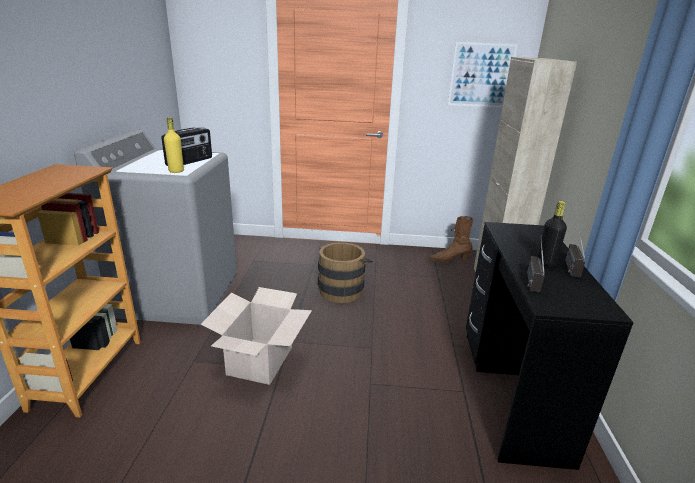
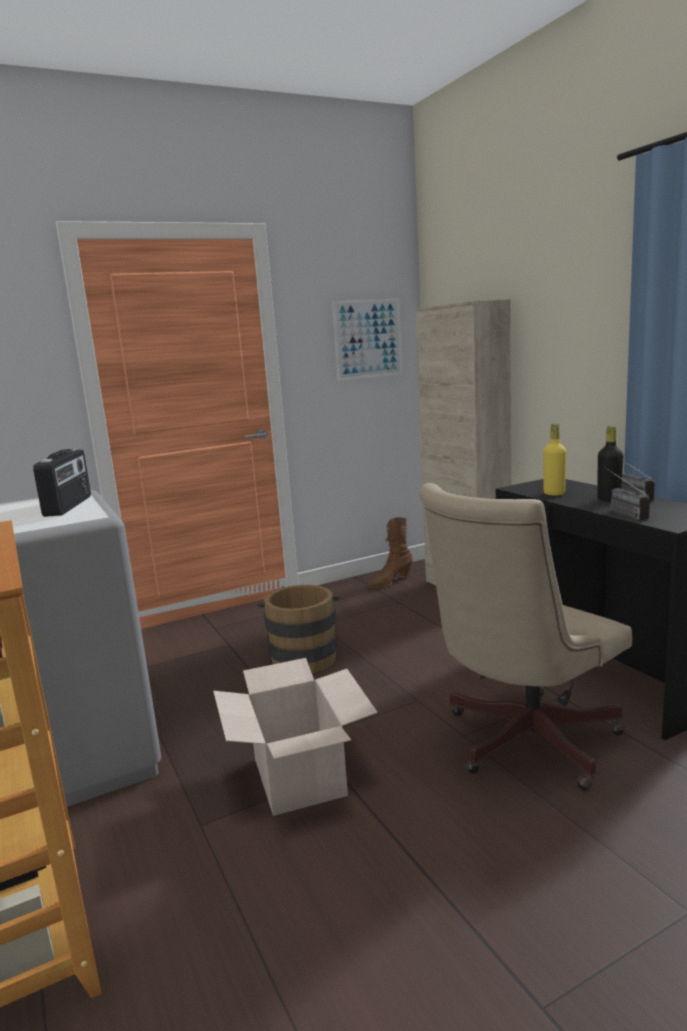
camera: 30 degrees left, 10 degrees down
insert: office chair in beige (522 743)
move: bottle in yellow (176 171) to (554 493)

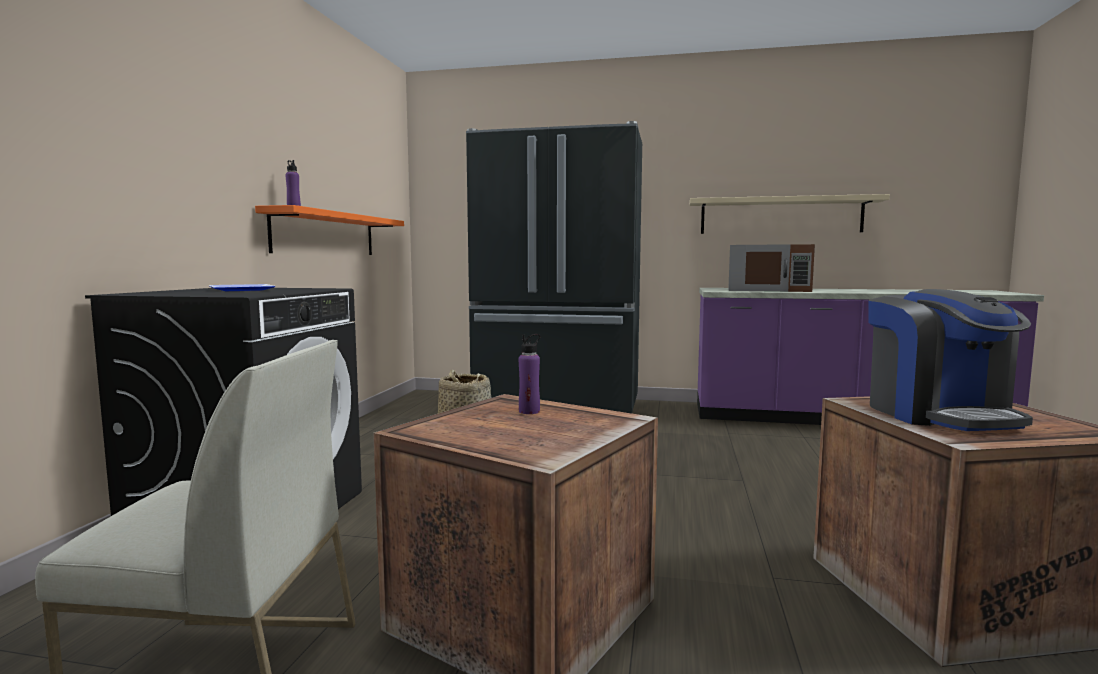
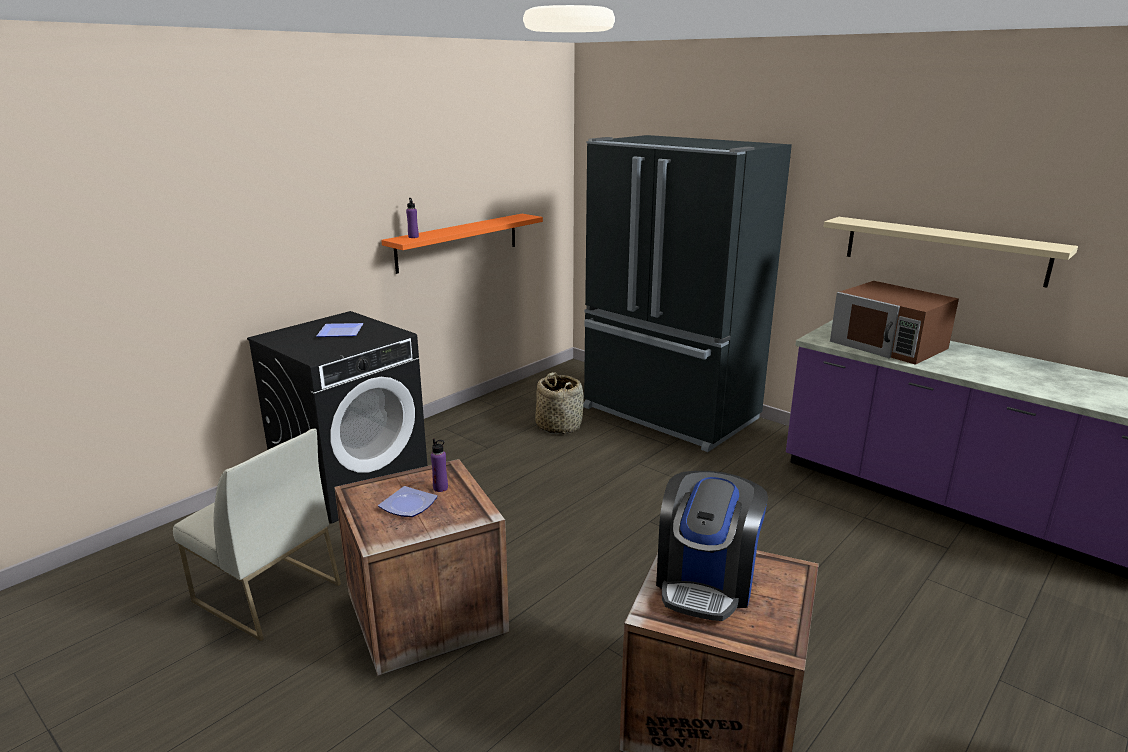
camera: 30 degrees right, 15 degrees up
insert: plate (407 505)

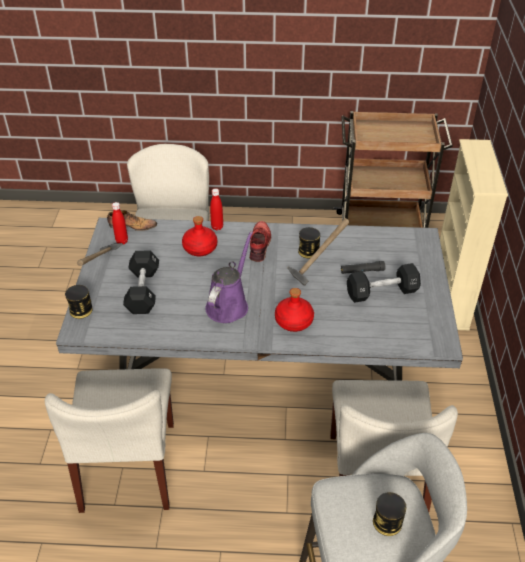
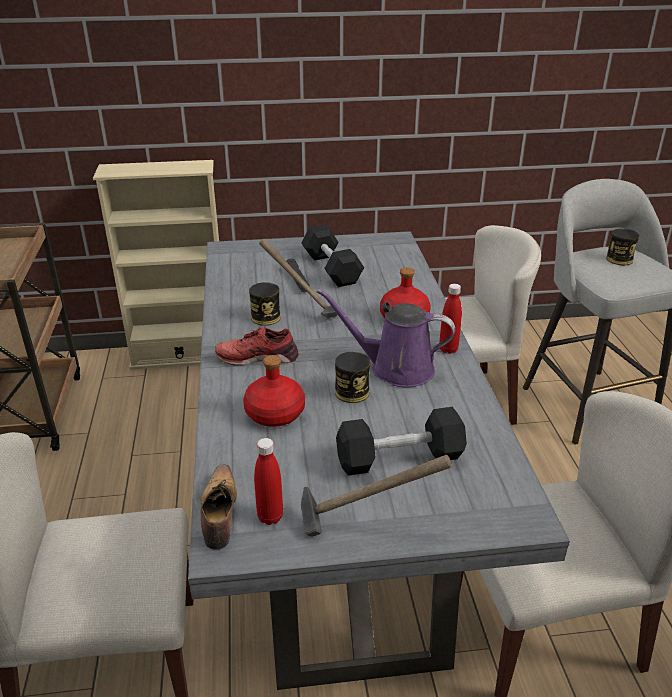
camera: 100 degrees left, 10 degrees down
move: bottle in red (217 227) to (448 349); can (81 310) to (352 392)

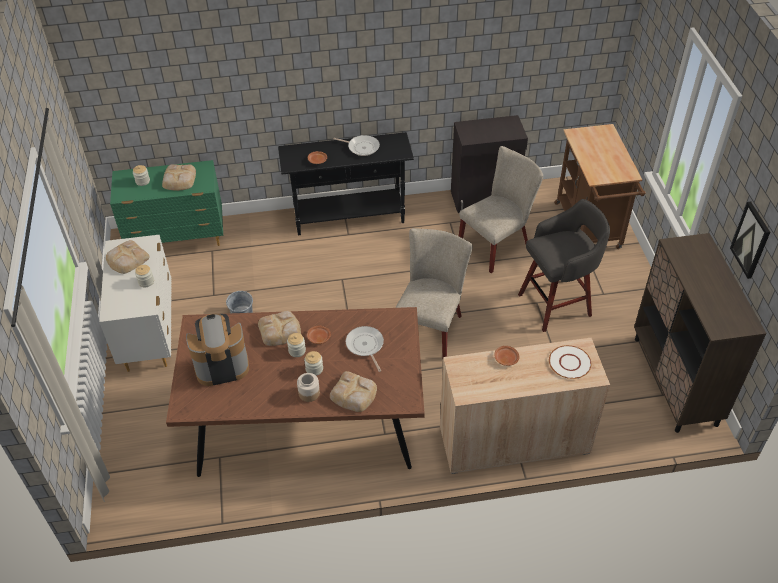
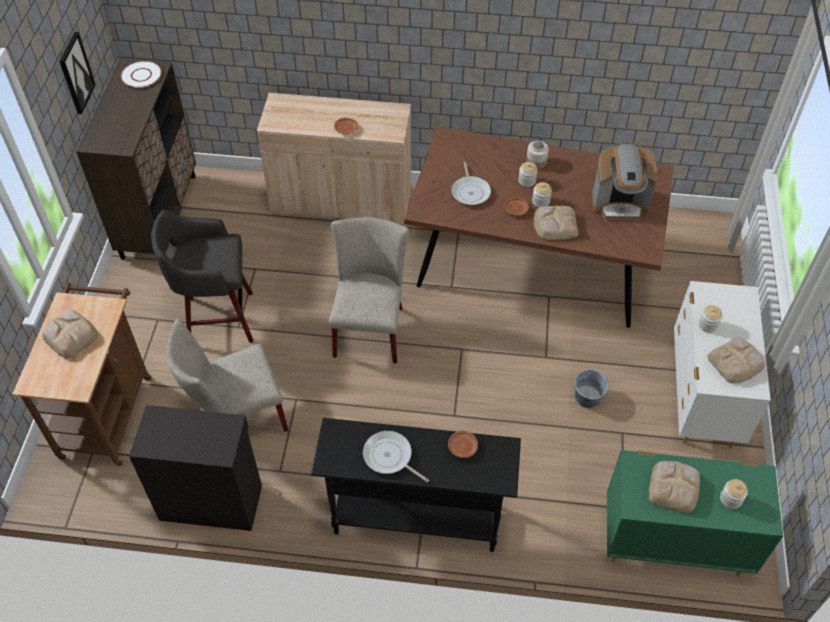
camera: 165 degrees left, 5 degrees up
move: plate in white (570 363) to (141 75); bread (354 394) to (71 335)
rotate: chair in beige (430 326) = (370 327) 150 degrees clockwise

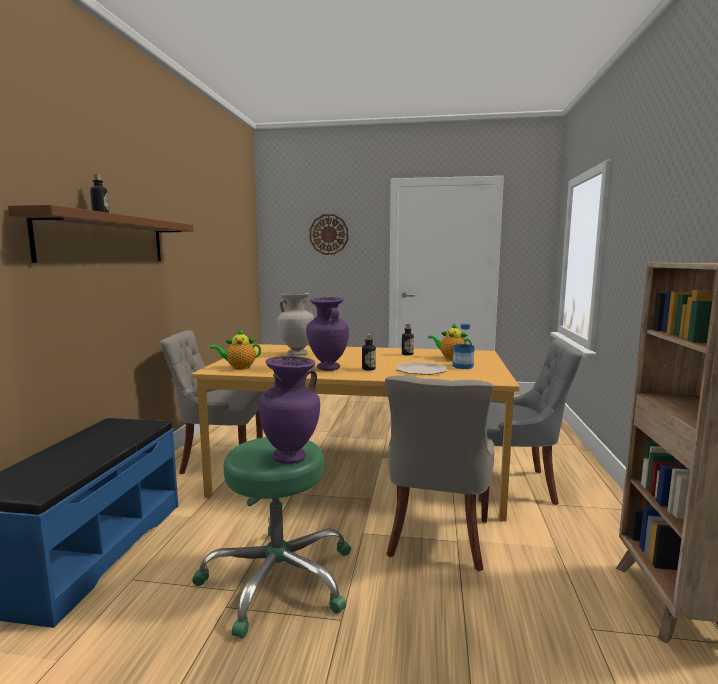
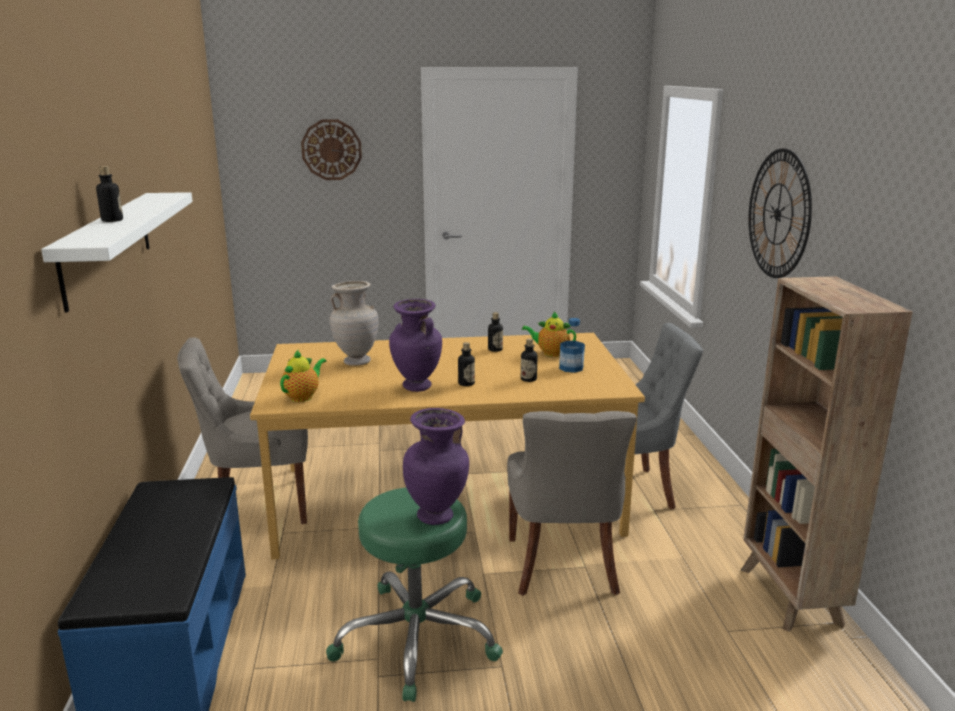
camera: 15 degrees left, 10 degrees up
insert: wall clock (778 214)
replace: plate (421 370) to bottle (528 379)
recolor: shelf in brown (105 239) to shelf in white (107 246)
rotate: teapot (239 367) = (303 396) 150 degrees clockwise

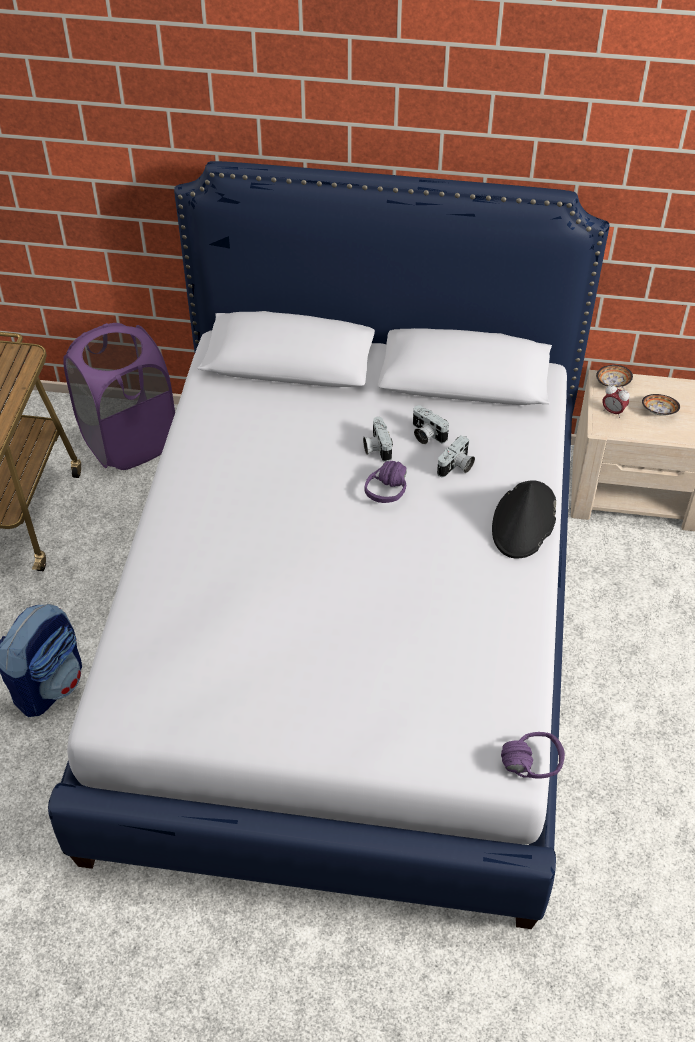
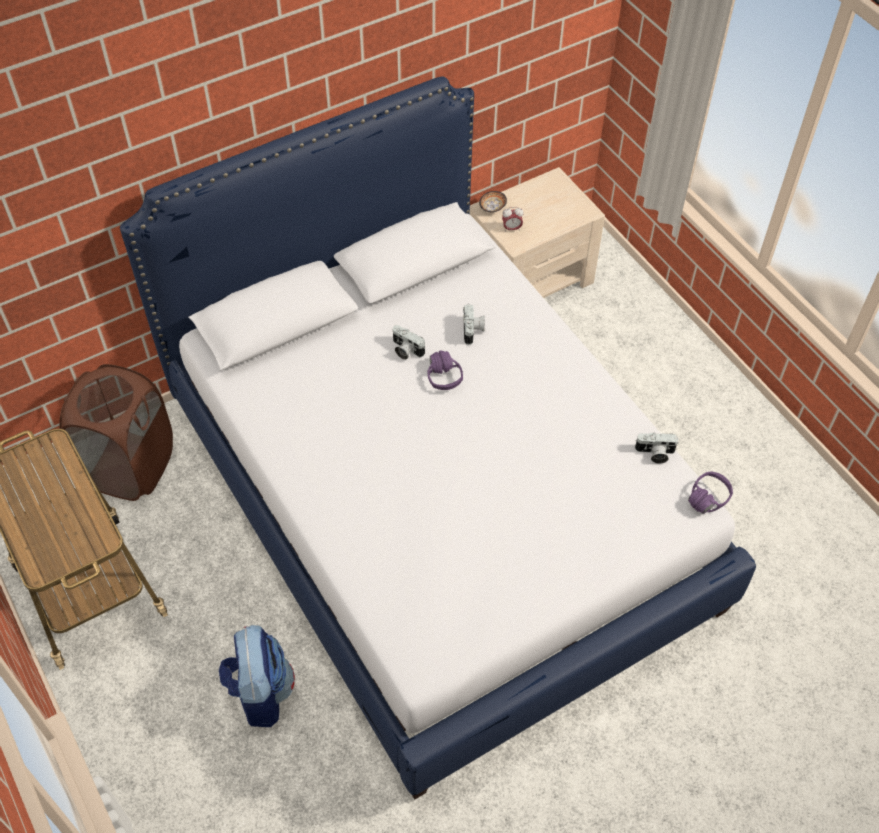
camera: 40 degrees left, 5 degrees up
delete: bowl (659 411); hat in black (524 521)
move: photo camera (426 435) to (655 453)
recolor: laundry basket in purple (129 441) to laundry basket in brown (130 467)

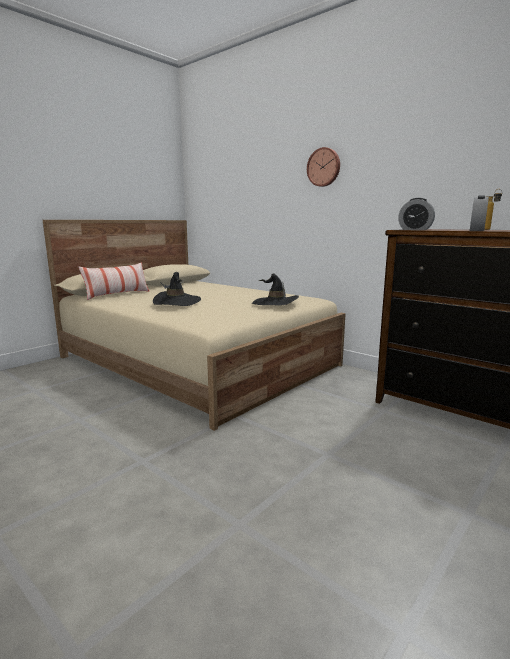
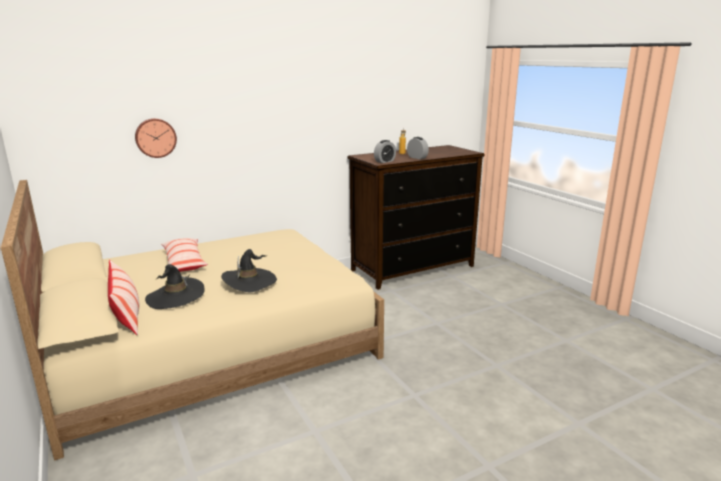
camera: 70 degrees left, 5 degrees up
insert: pillow (184 262)
move: wall clock (324 167) to (155 137); hat in black (275 303) to (175 297)

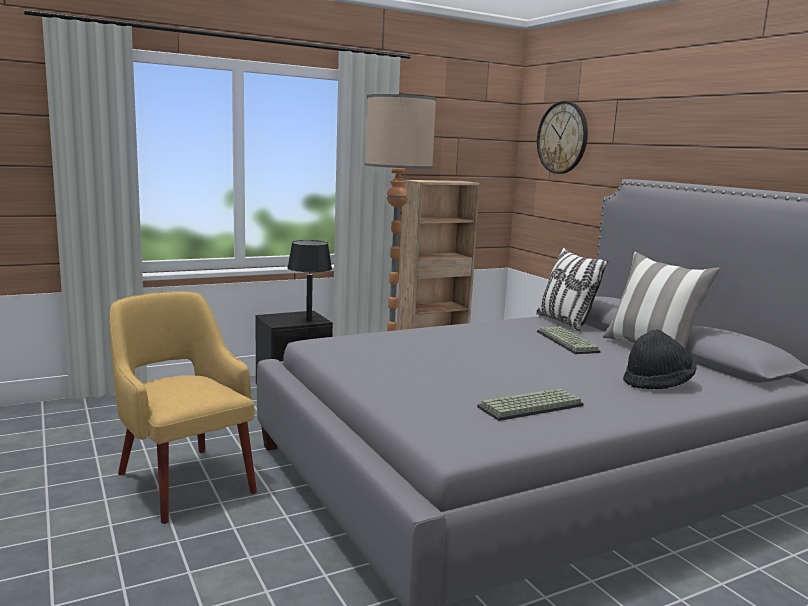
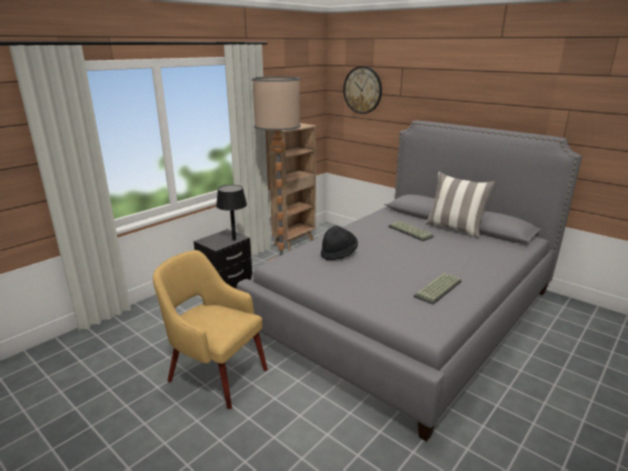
camera: 20 degrees left, 10 degrees up
delete: pillow (564 322)
move: hat in black (657 383) to (339 254)

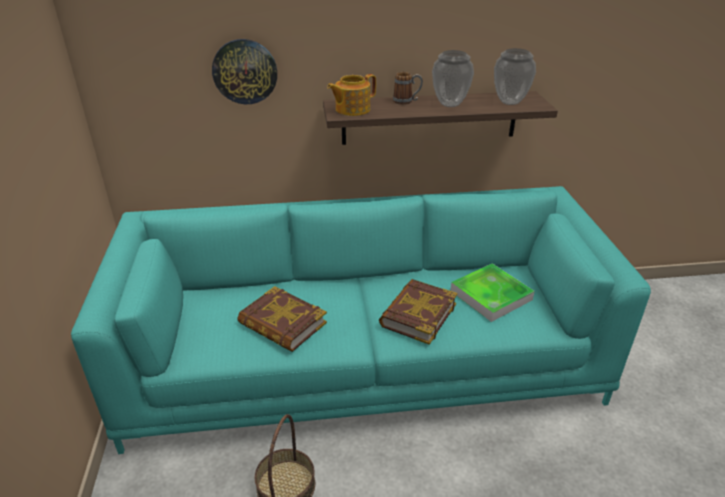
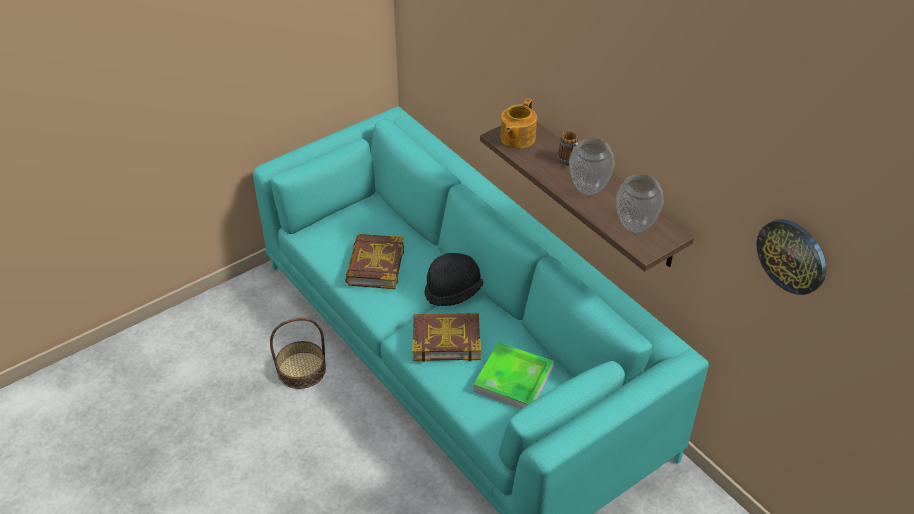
camera: 60 degrees right, 10 degrees up
insert: hat in black (454 290)
move: wall clock (245 71) to (792 256)
rotate: teapot (351 109) = (517 138) 90 degrees counterclockwise

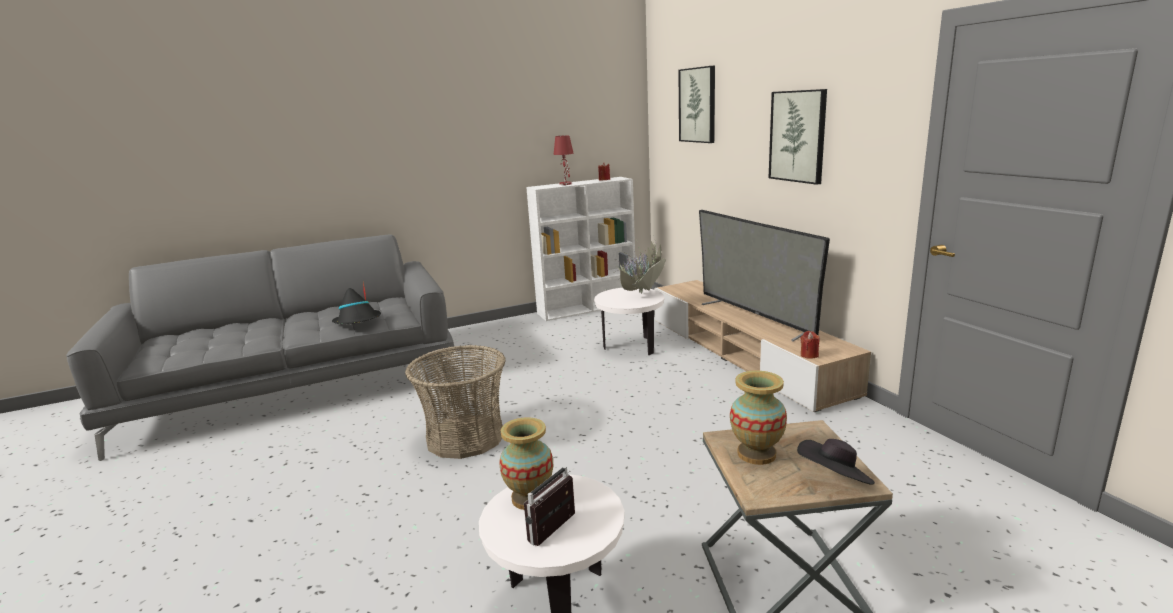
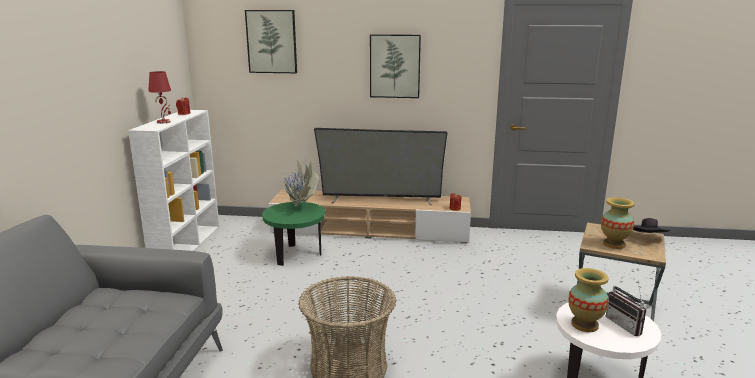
camera: 60 degrees left, 0 degrees up
delete: hat in black (358 321)
recolor: side table in white (630 347) to side table in green (295 256)

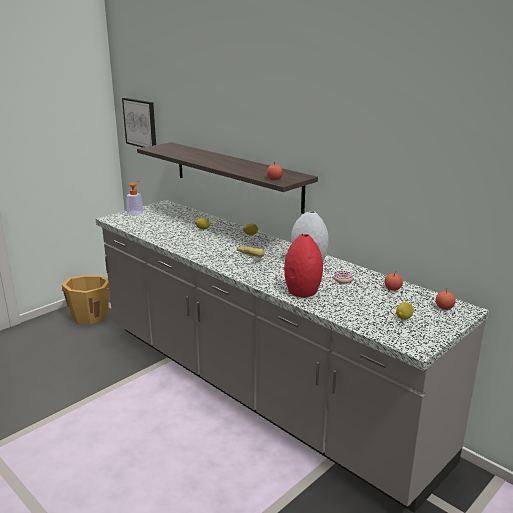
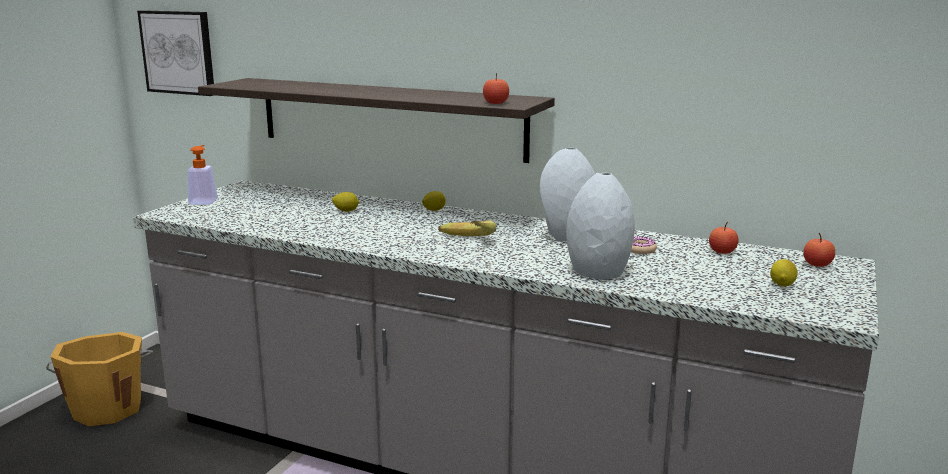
camera: 20 degrees left, 5 degrees down
recolor: vase in red (302 291) to vase in grey (598 272)

